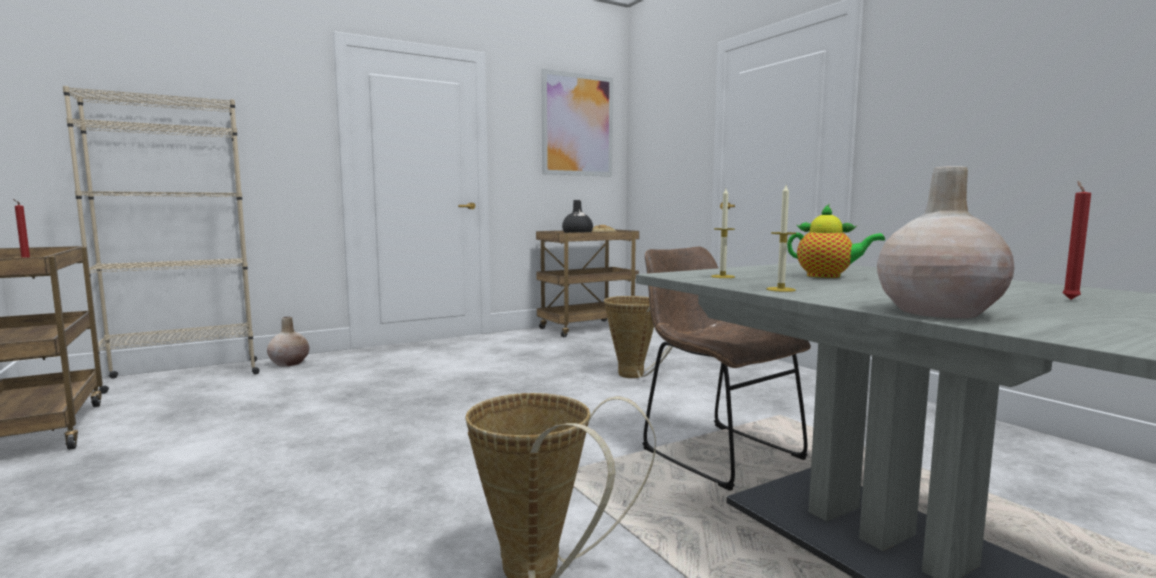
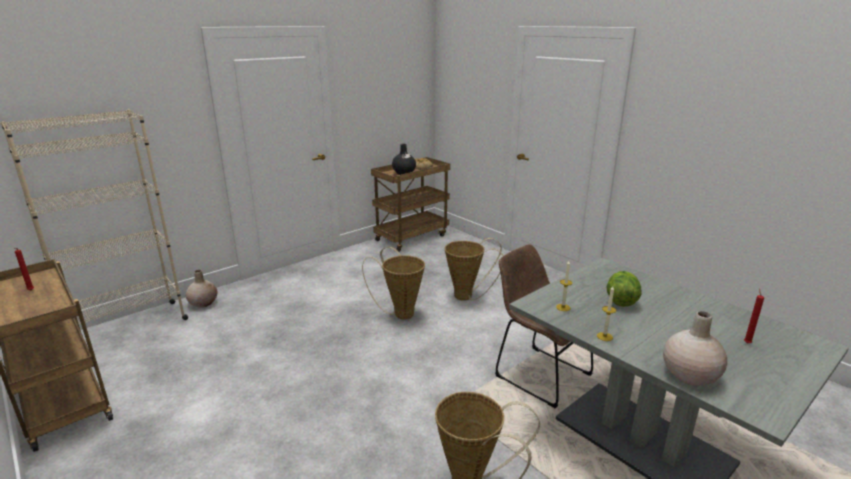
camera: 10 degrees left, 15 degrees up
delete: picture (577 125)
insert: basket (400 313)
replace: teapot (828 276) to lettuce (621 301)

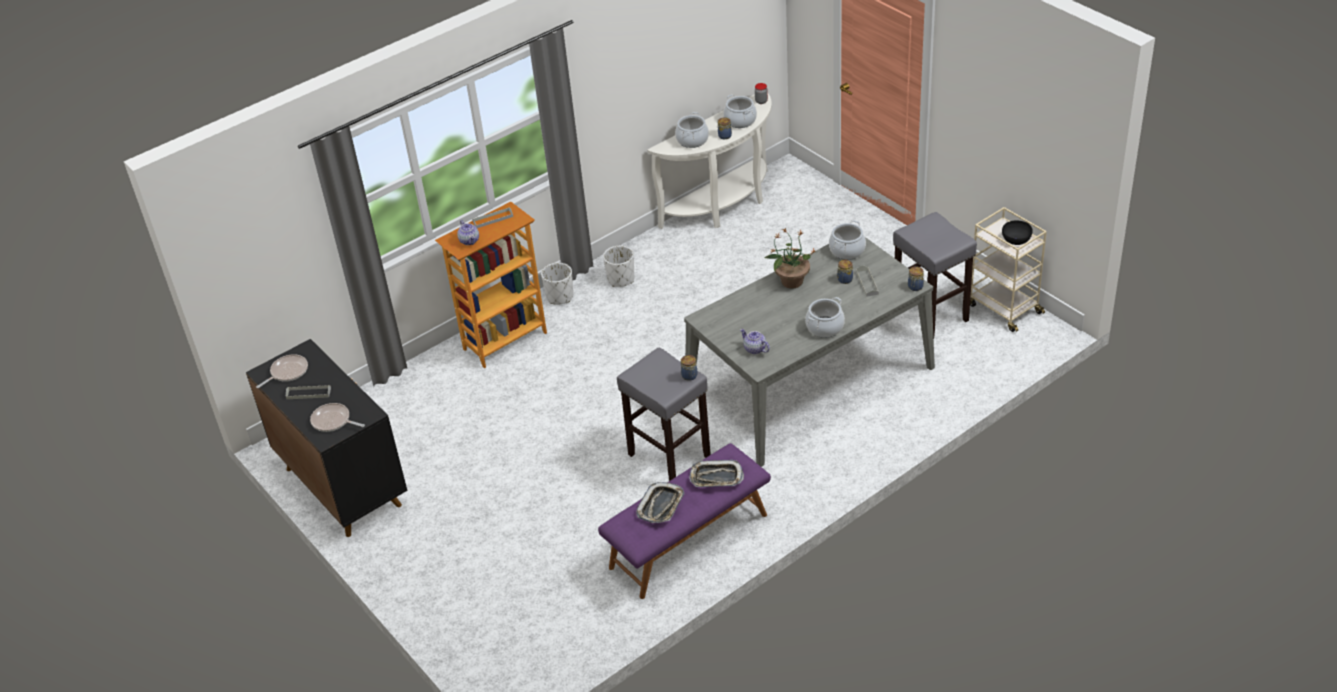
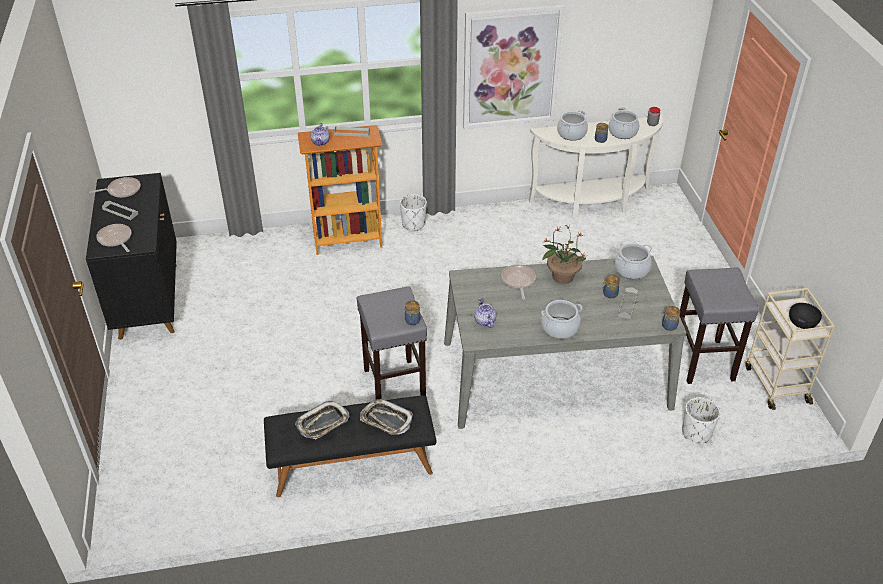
camera: 25 degrees right, 0 degrees up
insert: picture (511 67); frying pan (518 281)
move: planter in white (621 279) to (696 432)
recolor: bench in purple (689 541) to bench in black (352 465)

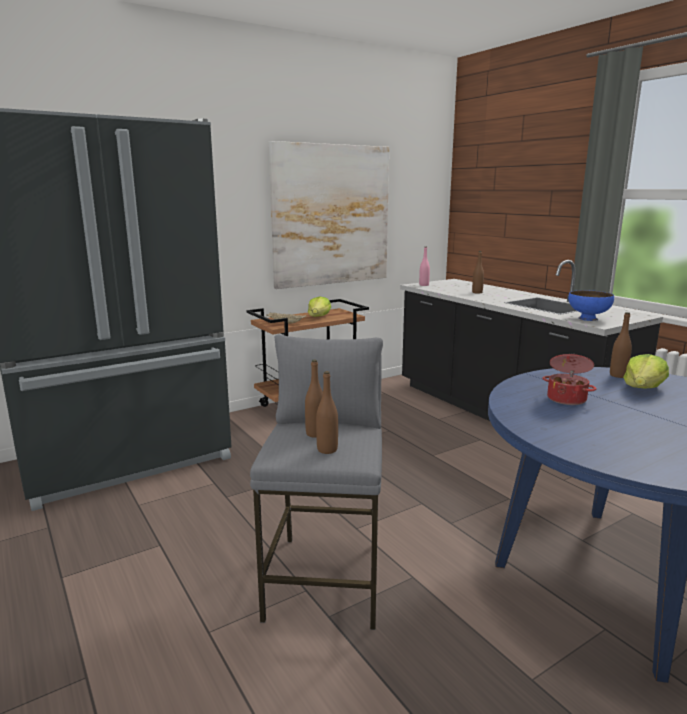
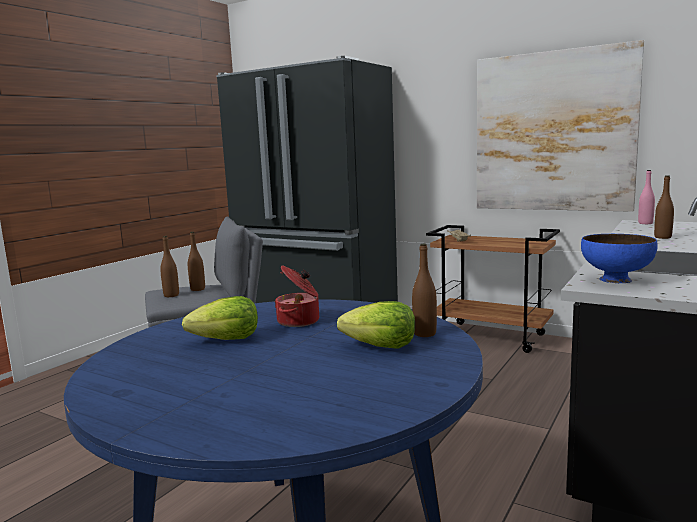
camera: 65 degrees right, 5 degrees down
move: lettuce (319 317) to (226 339)

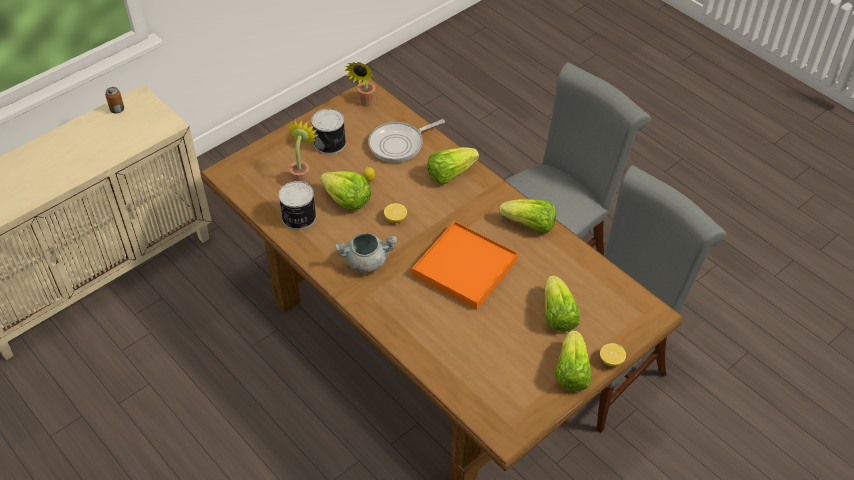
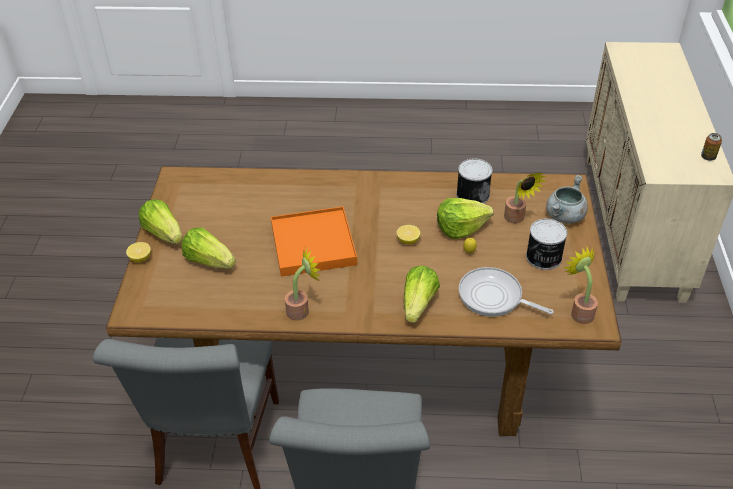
camera: 135 degrees right, 5 degrees down
move: cooking pot in grey (366 262) to (565 216)
replace: lettuce (529 225) to potted plant (302 310)
rotate: frying pan (399 144) = (494 297) 75 degrees counterclockwise

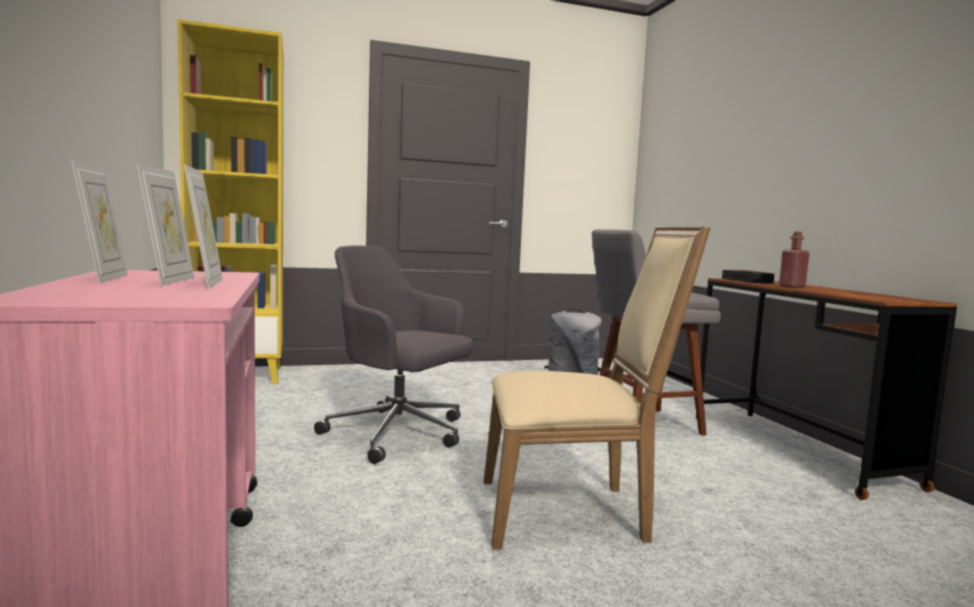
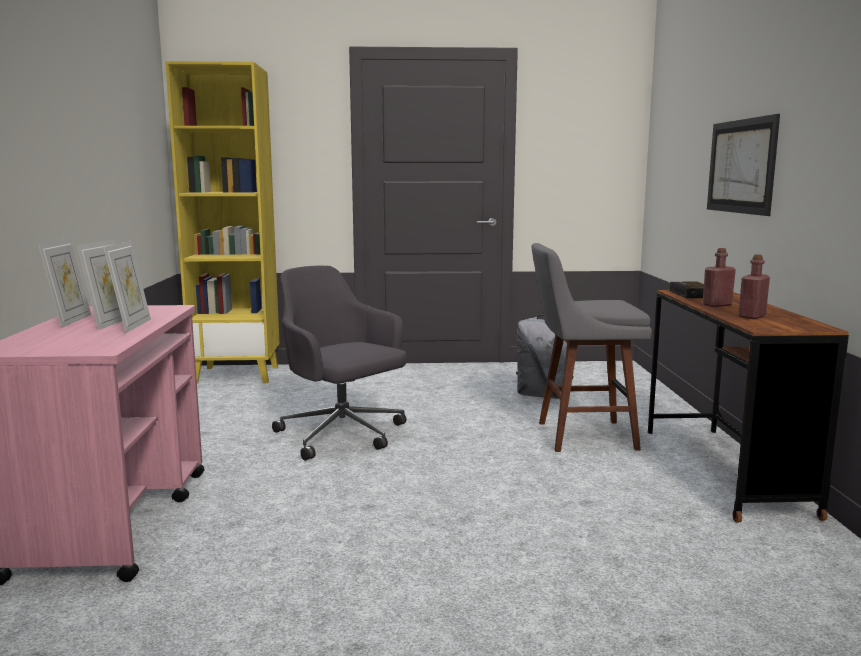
camera: 15 degrees right, 5 degrees up
delete: chair in beige (571 512)
insert: picture (740 166); bottle in red (752 316)

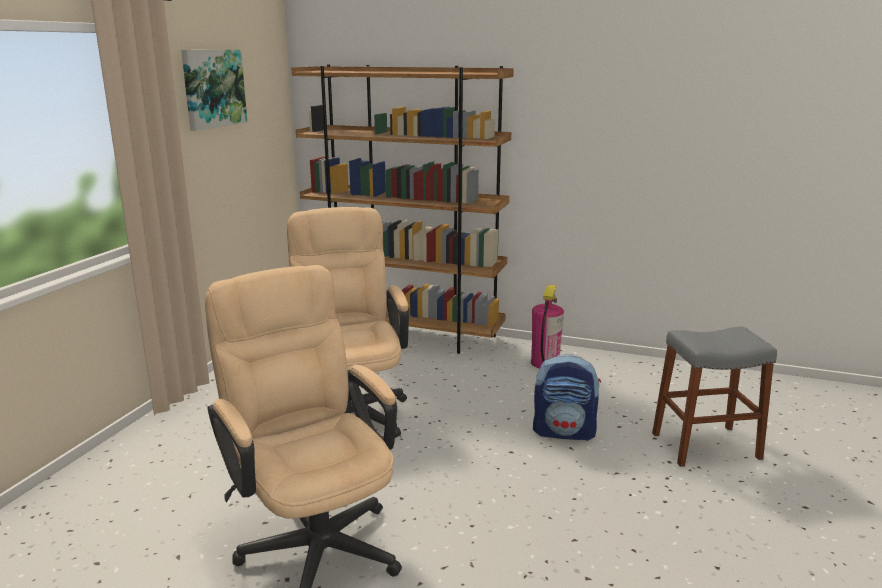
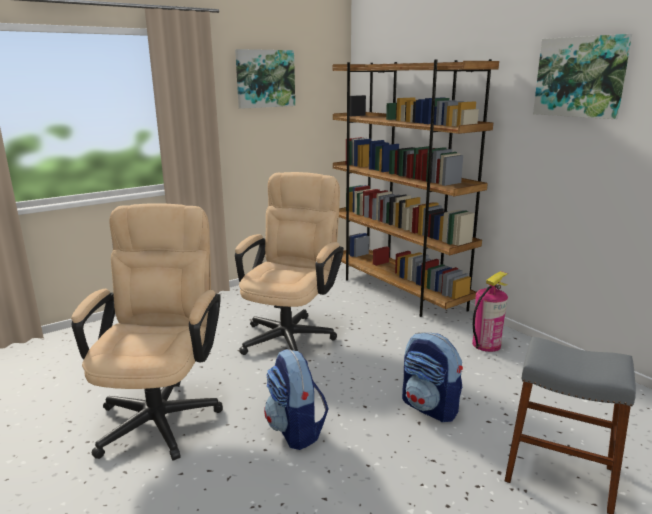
camera: 35 degrees right, 0 degrees up
insert: picture (580 77); backpack (296 430)

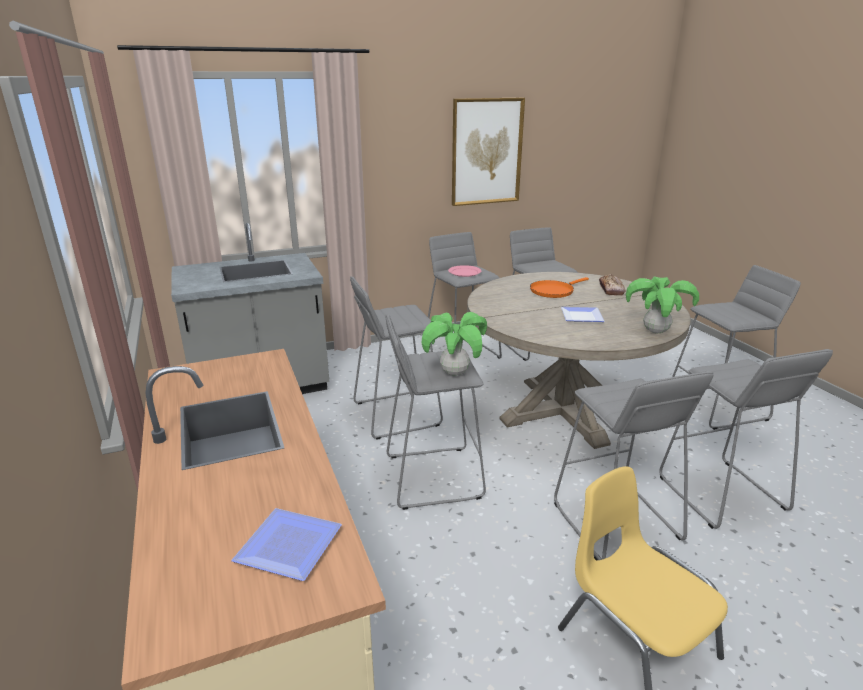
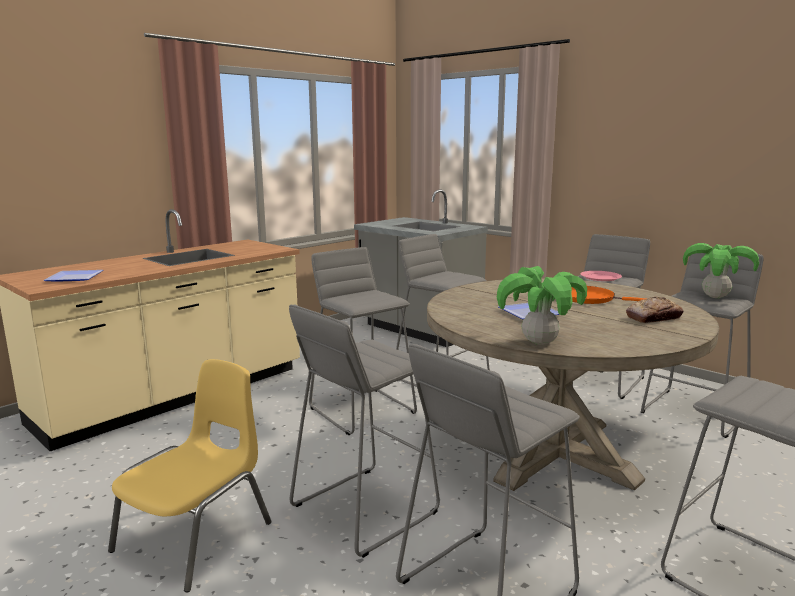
camera: 65 degrees right, 10 degrees down
delete: picture (486 152)
move: potted plant (454 372) to (715 297)

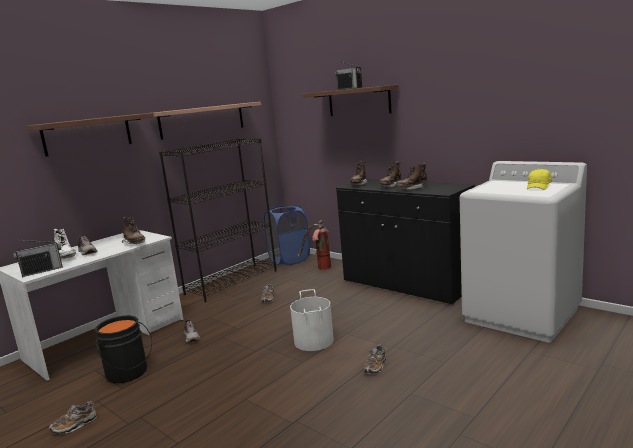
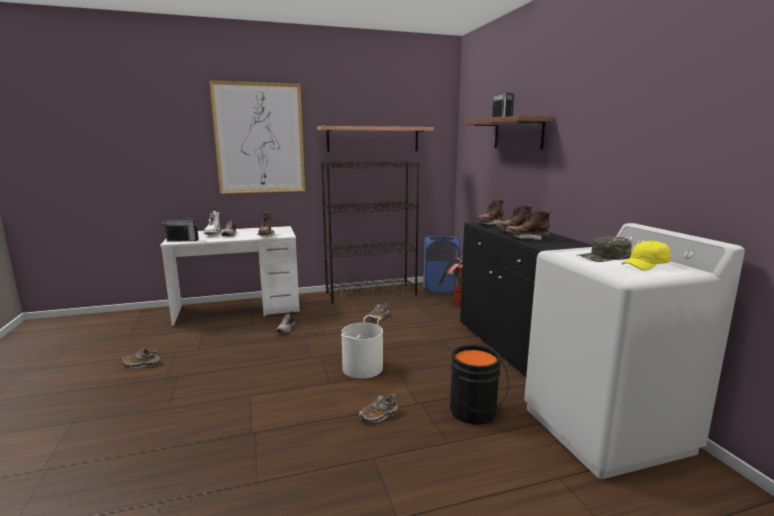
camera: 30 degrees right, 0 degrees up
insert: cap in green (604 257)
move: bucket in black (128 373) to (474 412)
replace: shelf (87 134) to picture (259 139)

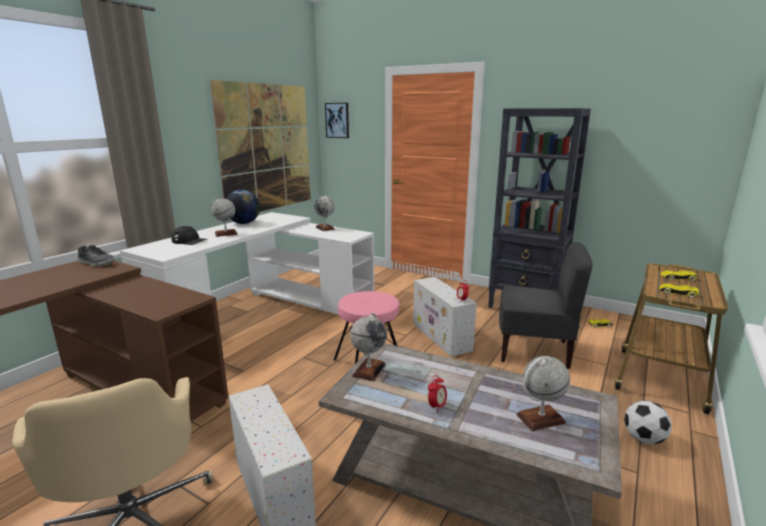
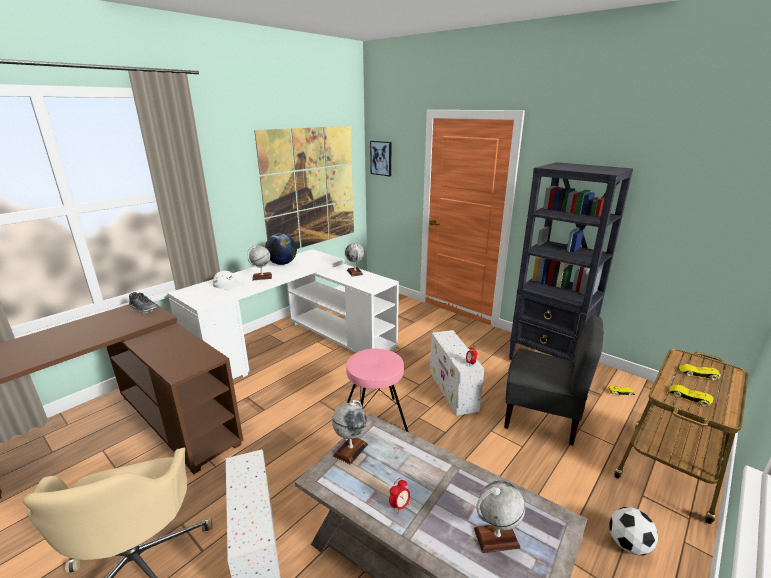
camera: 10 degrees right, 5 degrees up
recolor: cap in black (189 241) to cap in white (228 284)

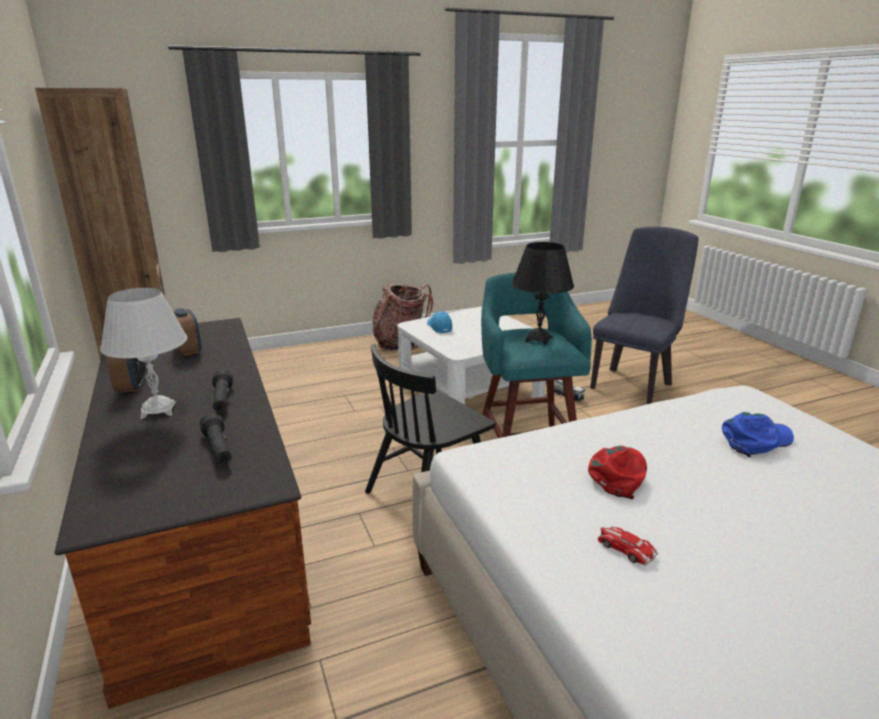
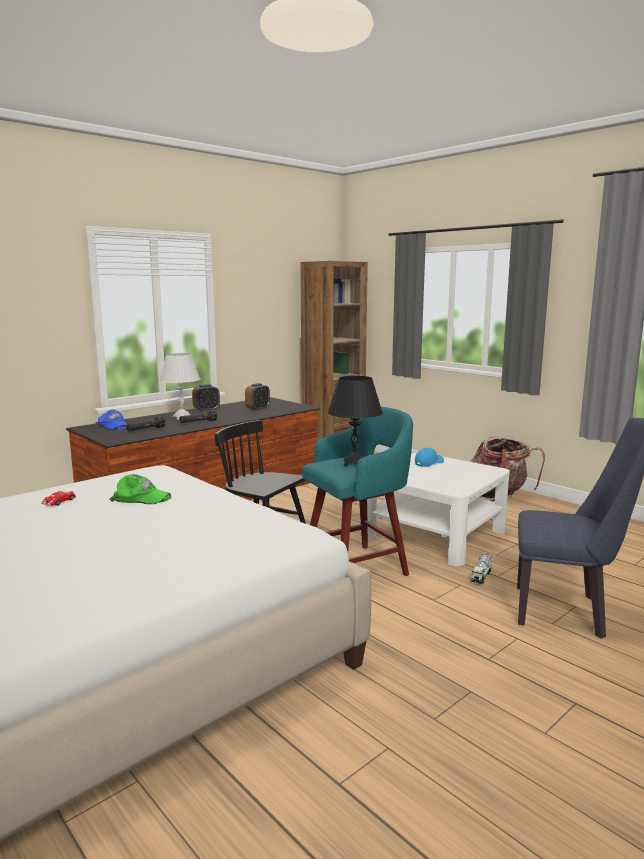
camera: 70 degrees right, 10 degrees down
move: cap in blue (756 440) to (113 425)
recolor: cap in red (619 474) to cap in green (141 498)

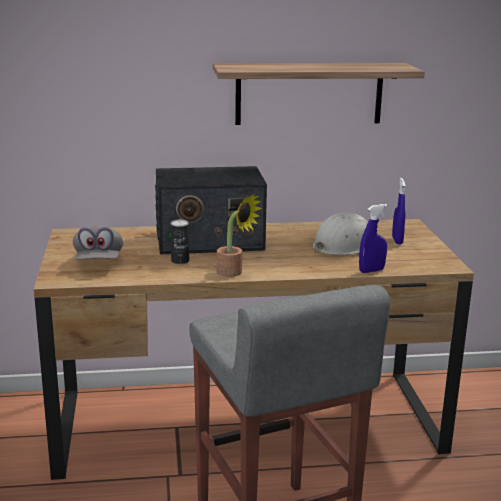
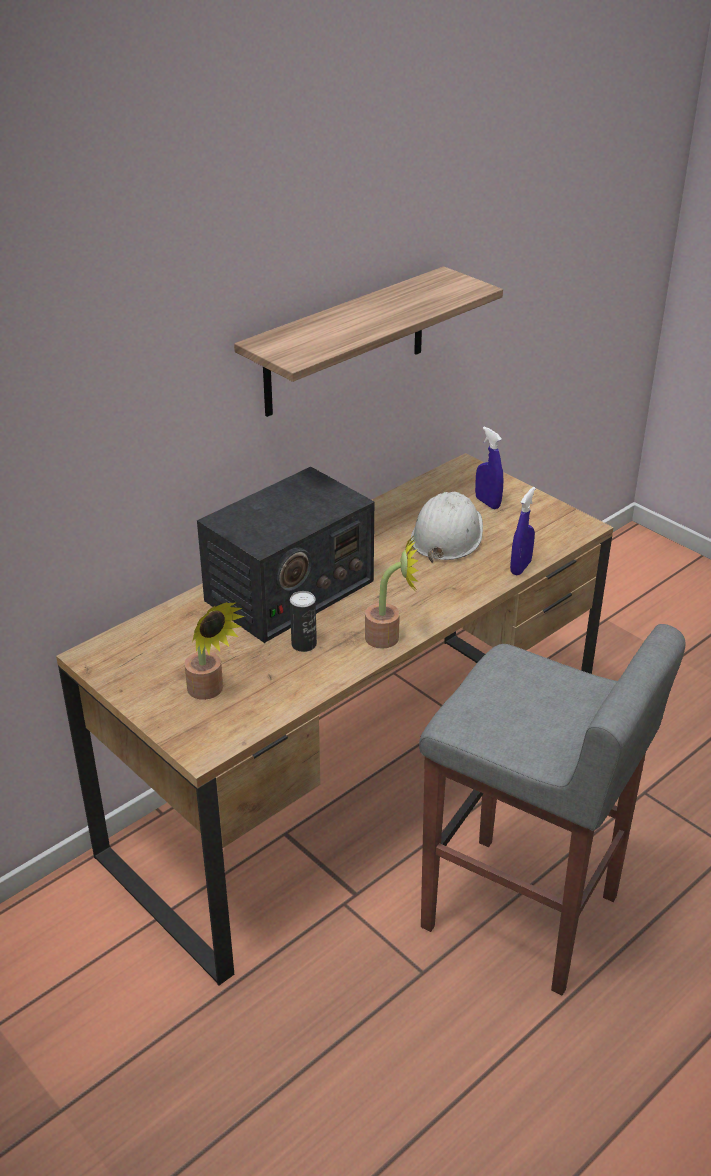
camera: 35 degrees left, 15 degrees up
replace: cap in grey (98 262) to potted plant (210 691)

